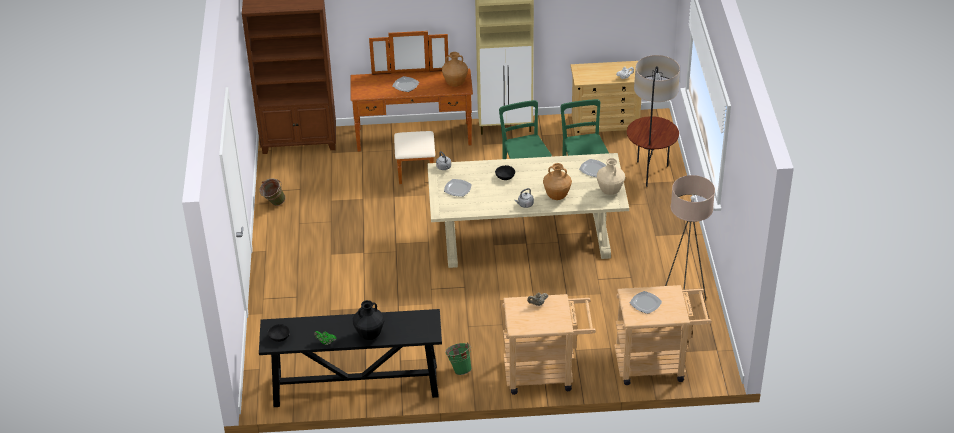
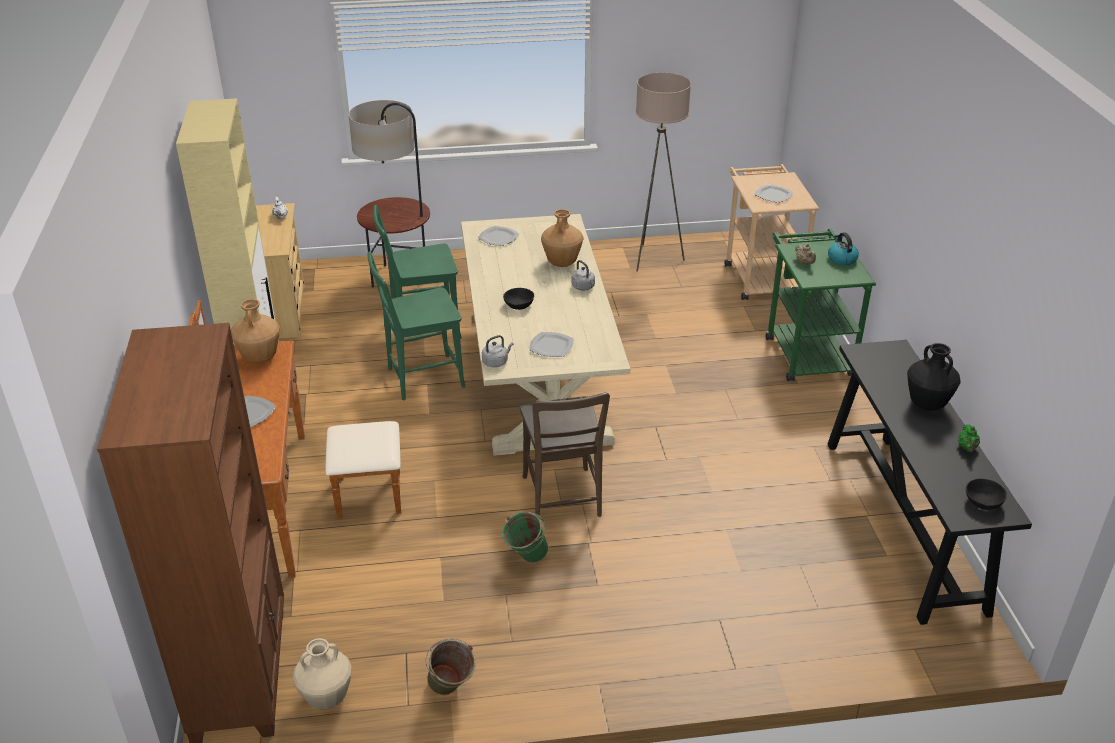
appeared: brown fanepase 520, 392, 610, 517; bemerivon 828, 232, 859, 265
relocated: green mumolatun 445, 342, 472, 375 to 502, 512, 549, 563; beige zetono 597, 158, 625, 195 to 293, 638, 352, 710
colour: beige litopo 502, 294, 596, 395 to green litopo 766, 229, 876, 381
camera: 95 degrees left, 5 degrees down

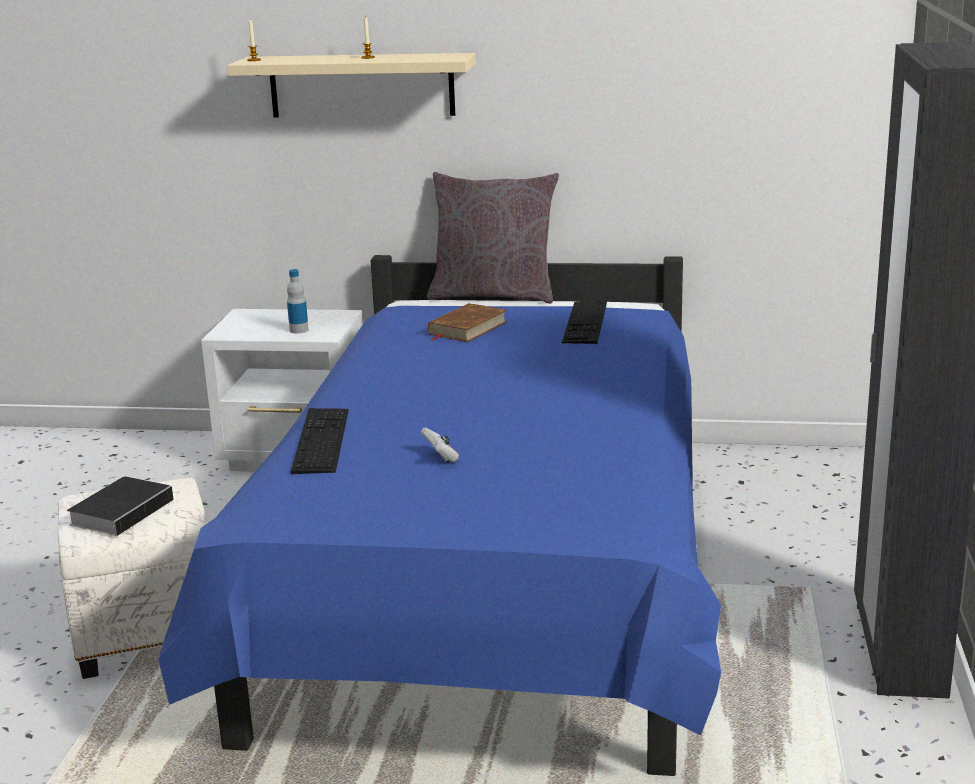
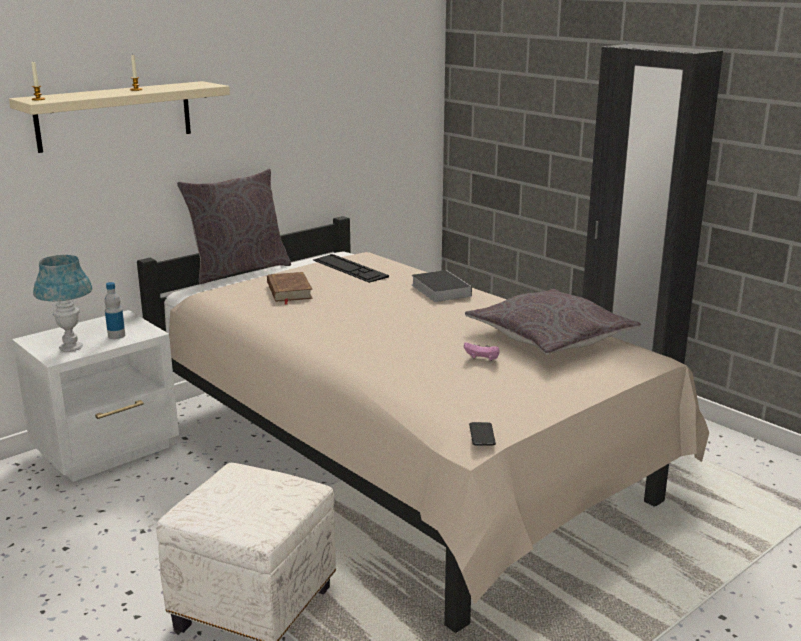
missing: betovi 291, 408, 349, 474
appeared: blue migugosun 33, 255, 92, 352; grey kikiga 465, 289, 641, 355; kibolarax 469, 422, 496, 445
relocated: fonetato 67, 476, 180, 536 to 412, 270, 472, 302
colour: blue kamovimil 158, 255, 721, 776 to beige kamovimil 137, 216, 709, 633; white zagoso 421, 428, 459, 463 to pink zagoso 464, 342, 499, 361
camera: 50 degrees left, 0 degrees up

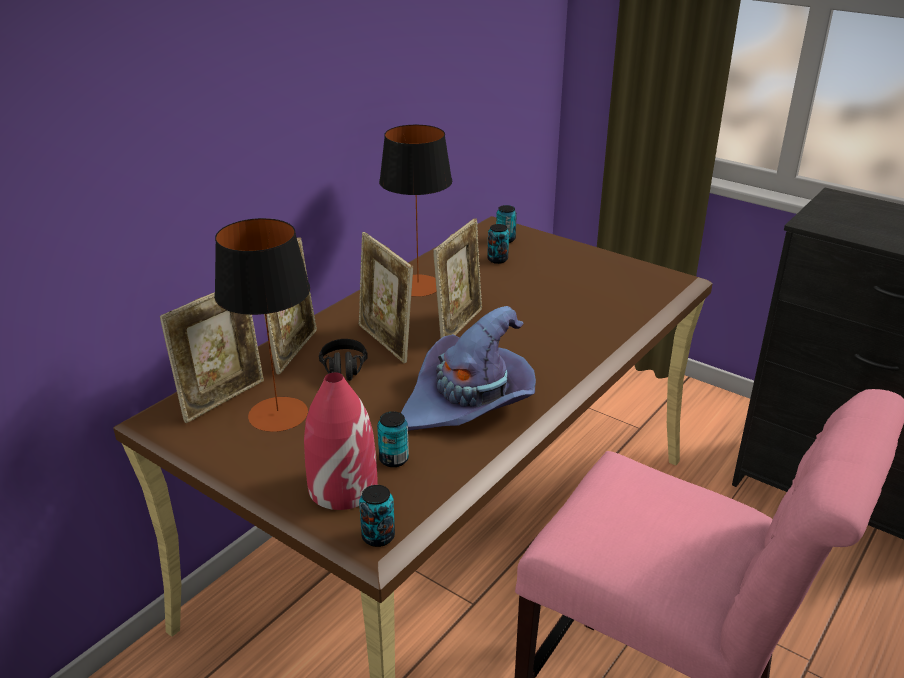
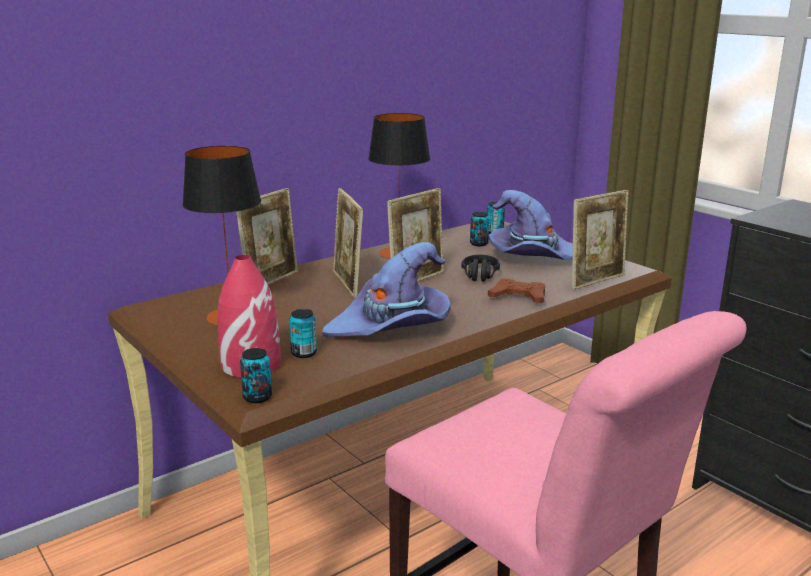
appeared: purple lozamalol 488, 190, 573, 260; brown zagoso 488, 279, 545, 304
relocated: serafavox 160, 292, 264, 423 to 572, 190, 628, 290; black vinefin 319, 339, 368, 381 to 461, 255, 500, 282
camera: 15 degrees right, 10 degrees down

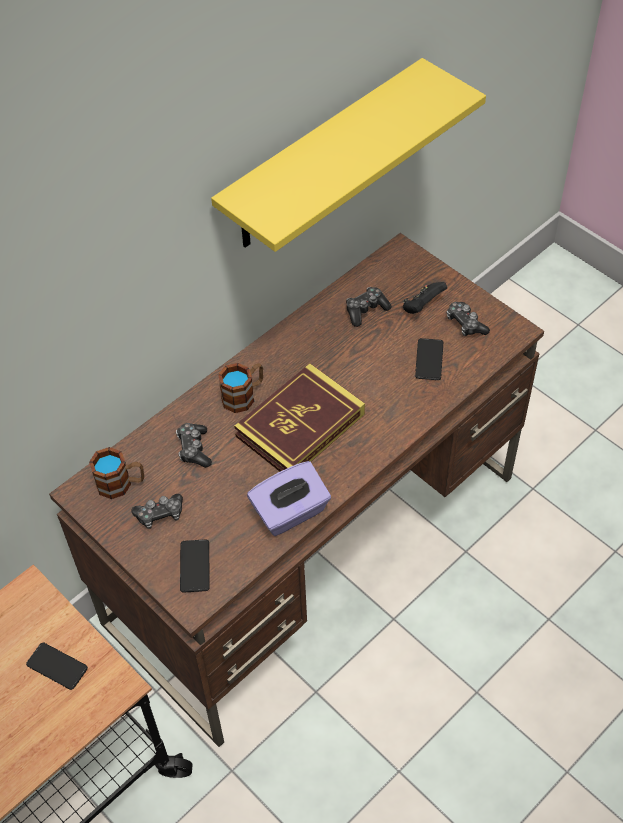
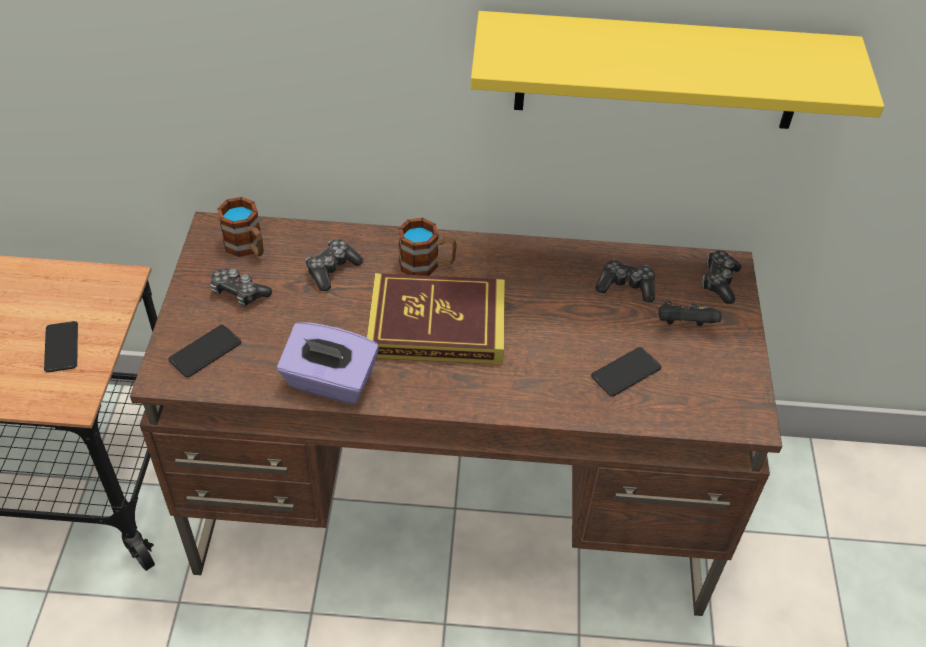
relocated: zagoso 446, 302, 490, 336 to 702, 251, 741, 304
camera: 45 degrees right, 5 degrees down

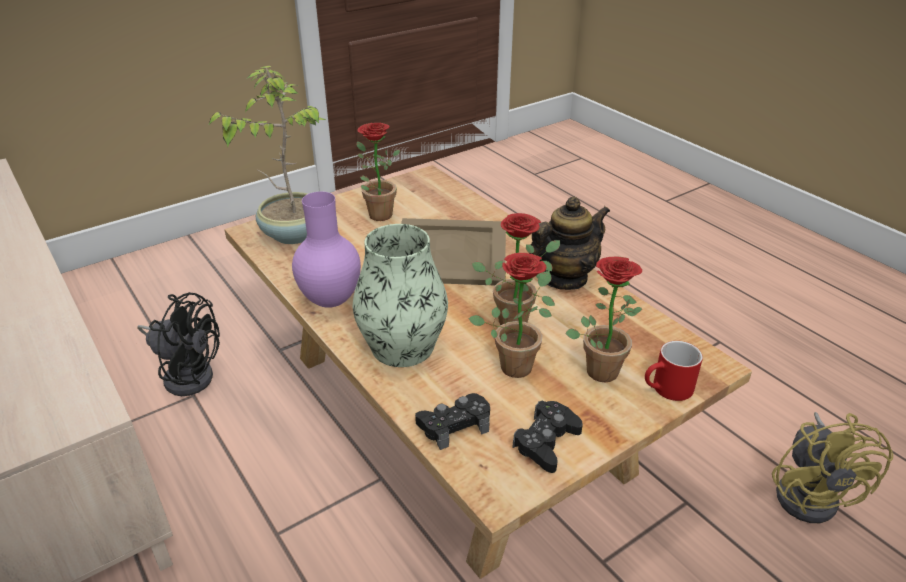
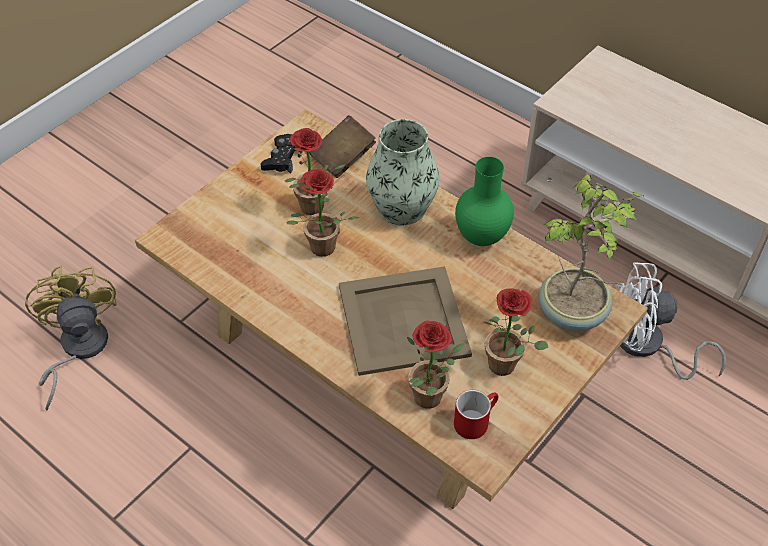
missing: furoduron 529, 197, 610, 290
relocated: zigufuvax 566, 257, 642, 382 to 407, 320, 464, 409; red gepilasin 645, 341, 703, 401 to 454, 390, 499, 439
exchanged: black zagoso 415, 393, 490, 450 to brown fonetato 309, 115, 376, 178
colour: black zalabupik 137, 292, 220, 396 to white zalabupik 616, 262, 726, 380; purple zetono 292, 192, 361, 308 to green zetono 455, 157, 514, 246
camera: 165 degrees right, 15 degrees up

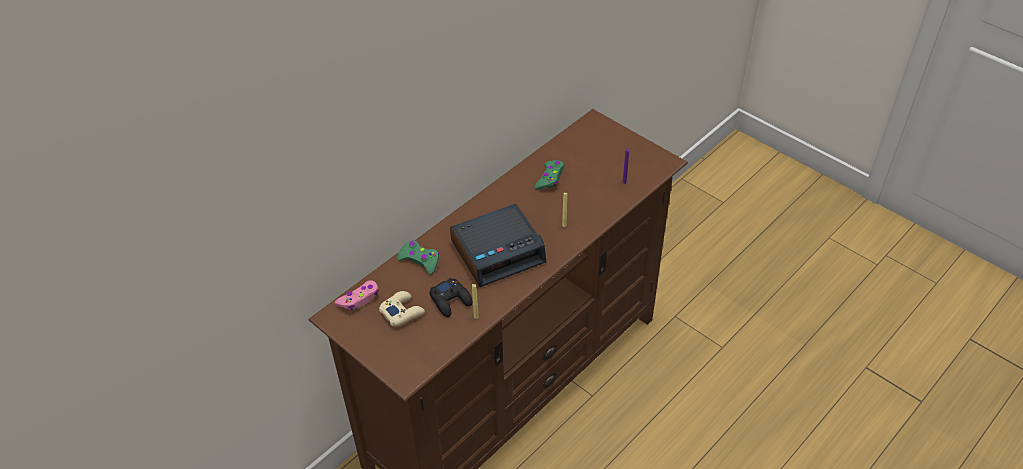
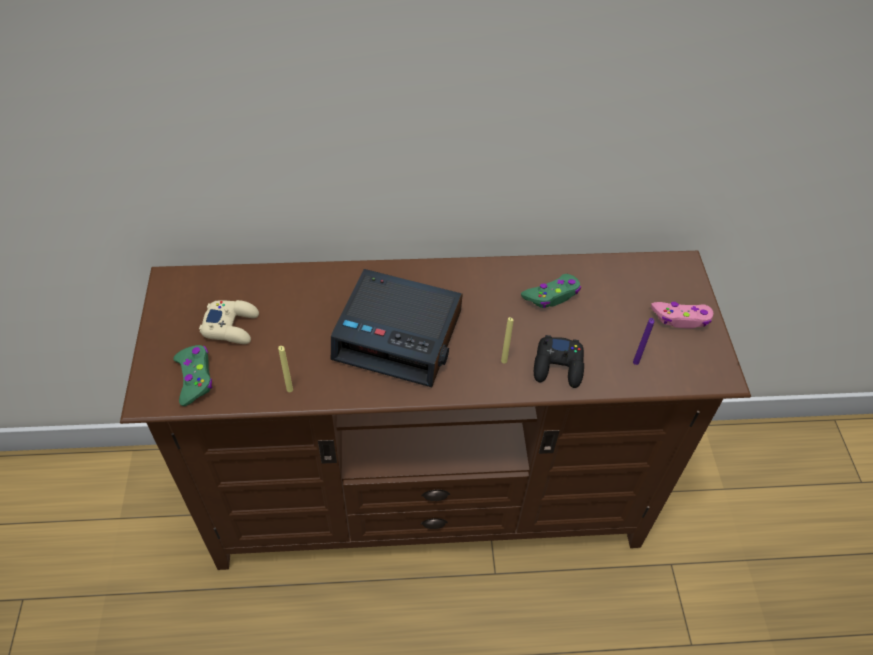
relocated: pink zagoso 335, 280, 379, 310 to 651, 302, 713, 328; green zagoso 397, 240, 439, 275 to 173, 345, 213, 406; black zagoso 429, 278, 472, 317 to 534, 335, 584, 388
camera: 40 degrees right, 5 degrees up

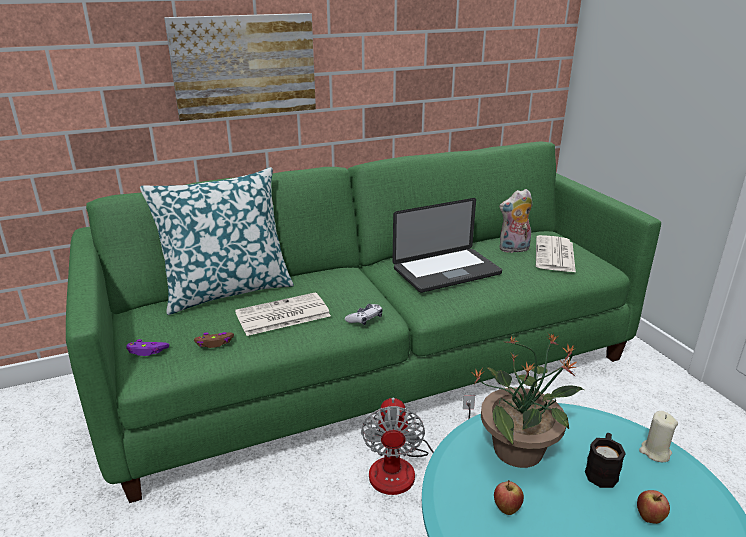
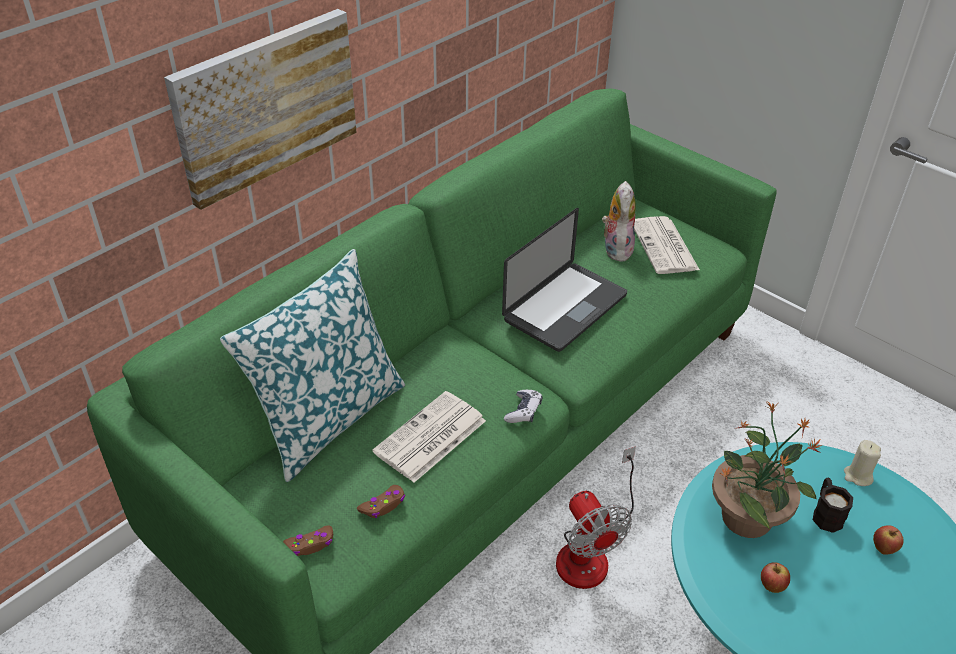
colour: purple zagoso 126, 339, 169, 356 to brown zagoso 283, 525, 333, 556
spun: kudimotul 499, 189, 533, 253 = 602, 181, 636, 262 135 degrees clockwise
camera: 25 degrees left, 15 degrees up

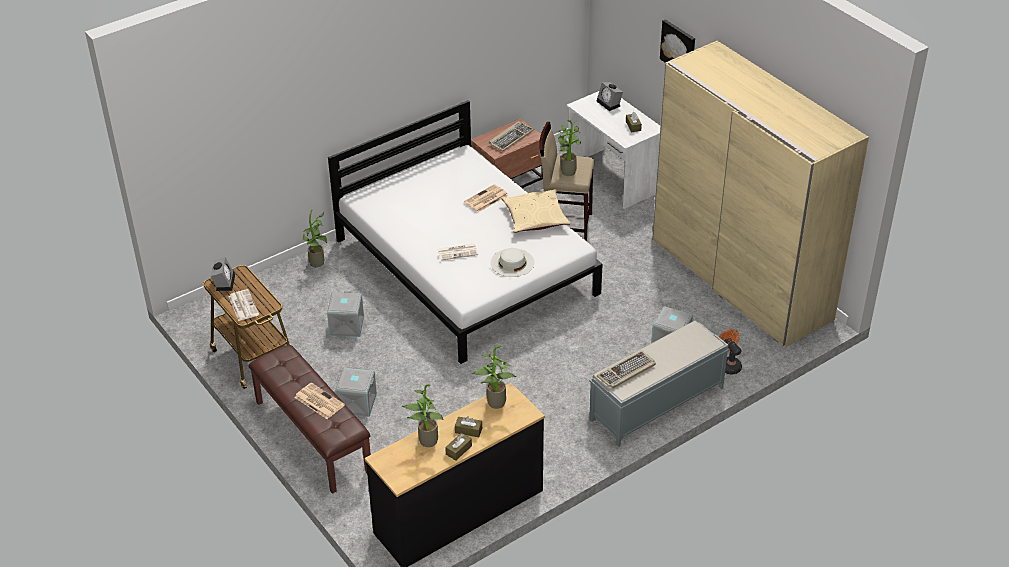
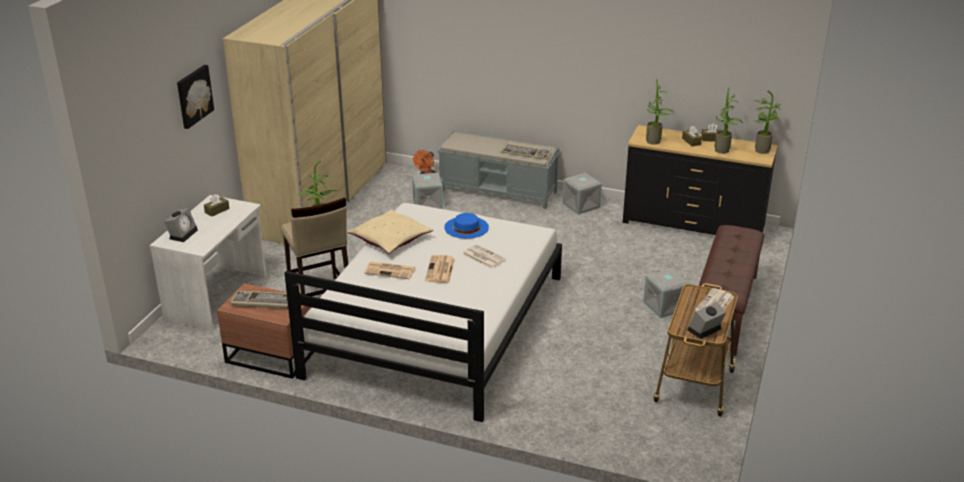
relocated: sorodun 294, 383, 345, 419 to 425, 255, 455, 283; zigufuvax 303, 209, 327, 268 to 752, 90, 780, 154; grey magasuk 327, 291, 364, 337 to 562, 173, 602, 215
colour: white lozamalol 490, 248, 534, 277 to blue lozamalol 444, 213, 489, 239
camera: 125 degrees left, 10 degrees down

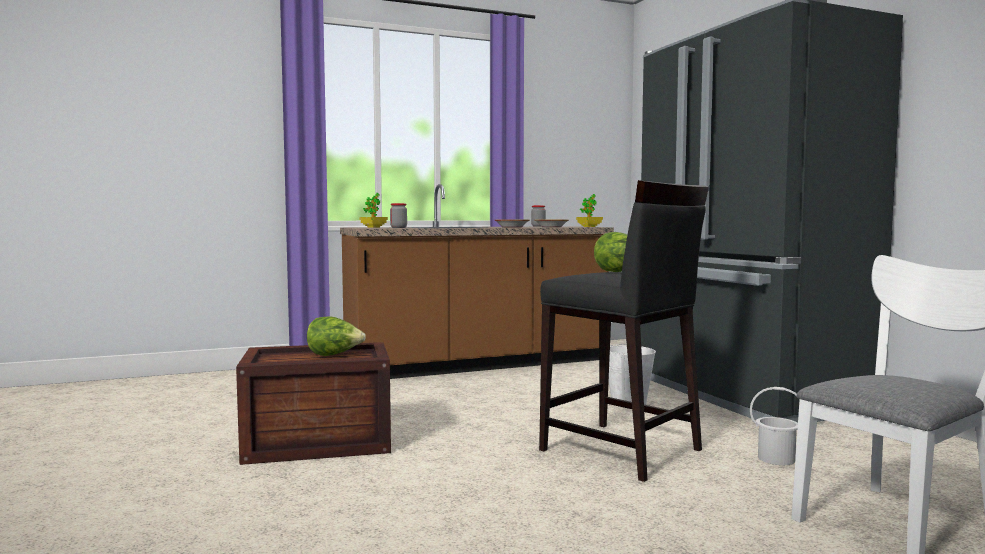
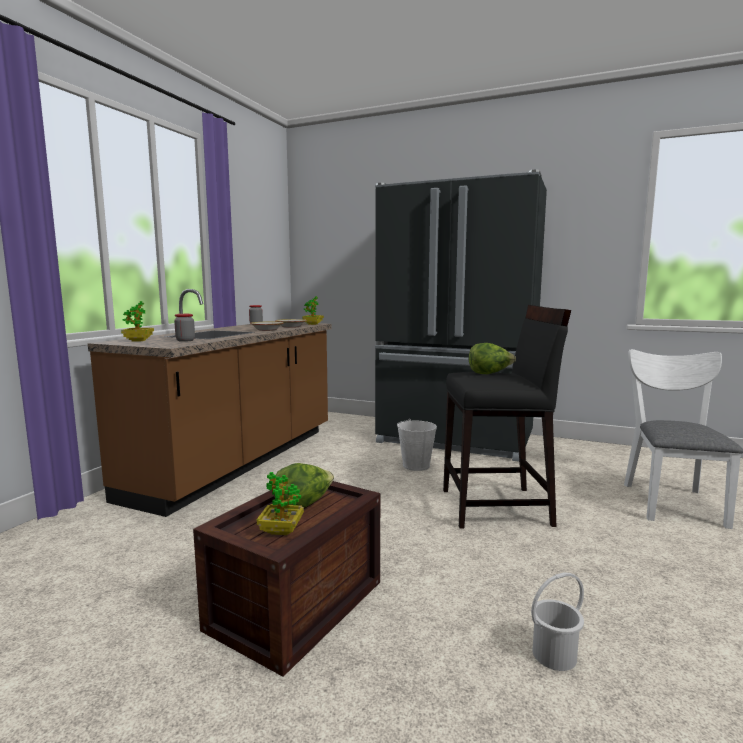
appeared: zigufuvax 257, 472, 304, 535
relocated: white mumolatun 750, 387, 798, 465 to 531, 572, 584, 671
camera: 45 degrees left, 5 degrees up

